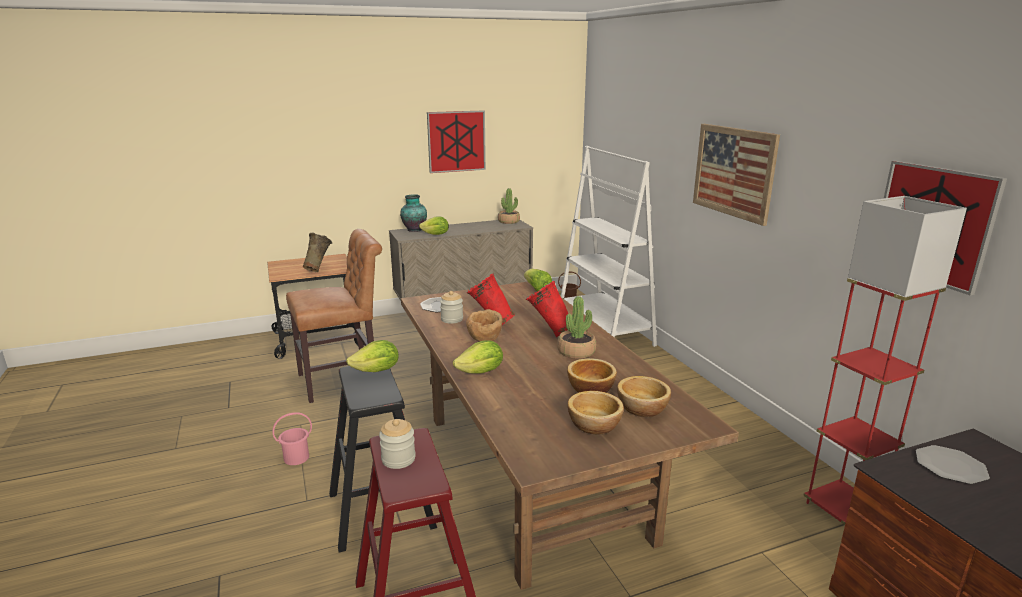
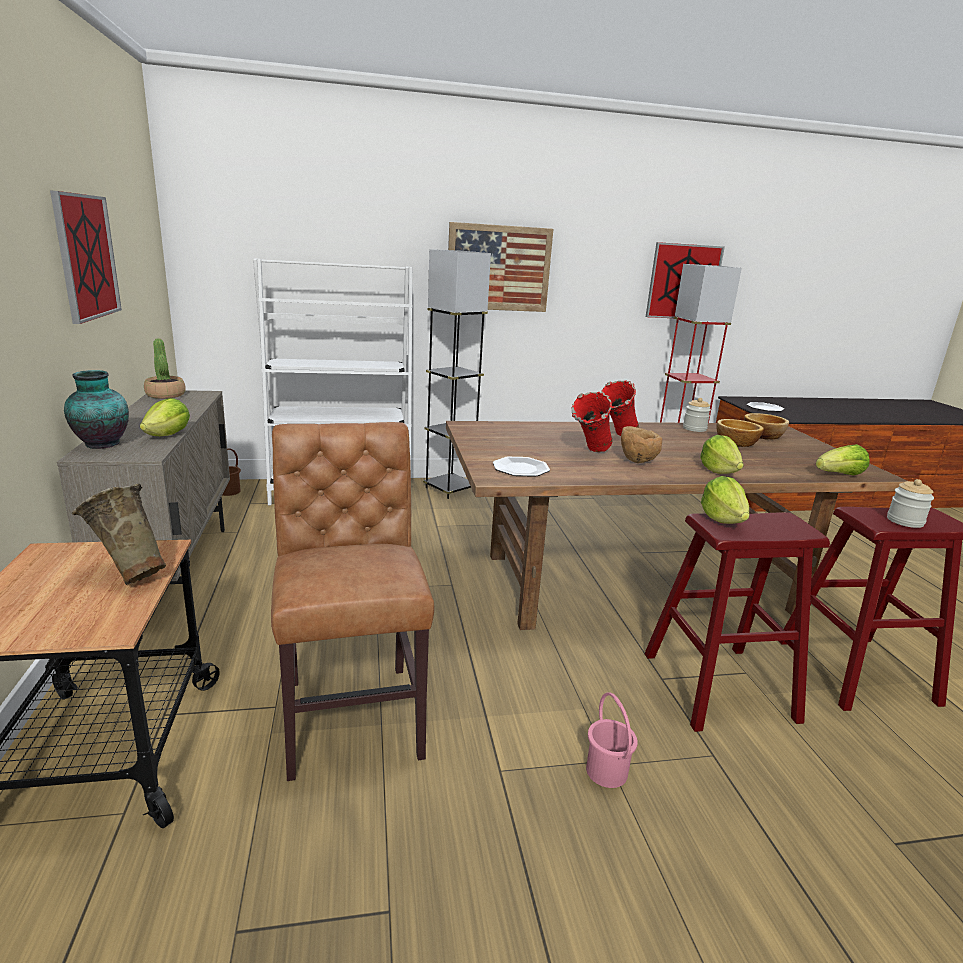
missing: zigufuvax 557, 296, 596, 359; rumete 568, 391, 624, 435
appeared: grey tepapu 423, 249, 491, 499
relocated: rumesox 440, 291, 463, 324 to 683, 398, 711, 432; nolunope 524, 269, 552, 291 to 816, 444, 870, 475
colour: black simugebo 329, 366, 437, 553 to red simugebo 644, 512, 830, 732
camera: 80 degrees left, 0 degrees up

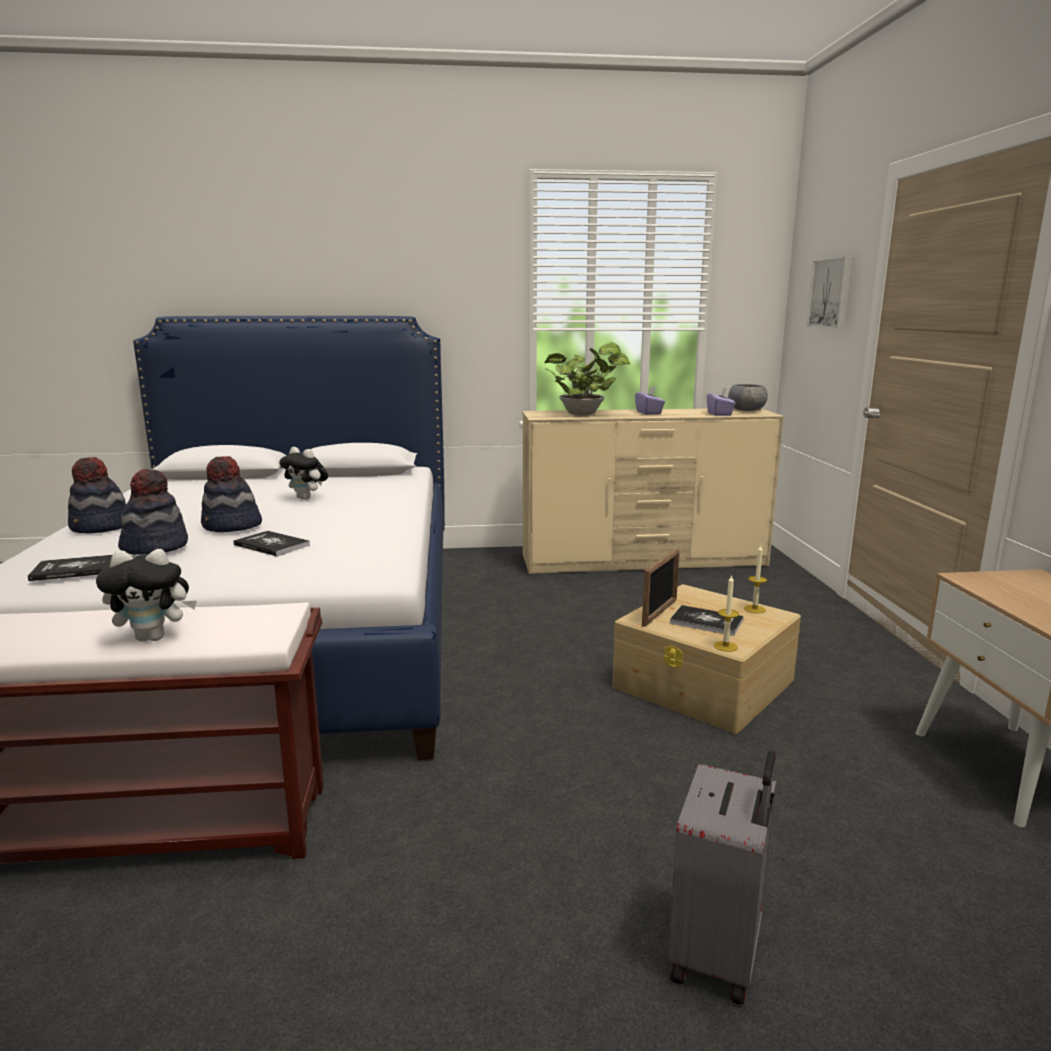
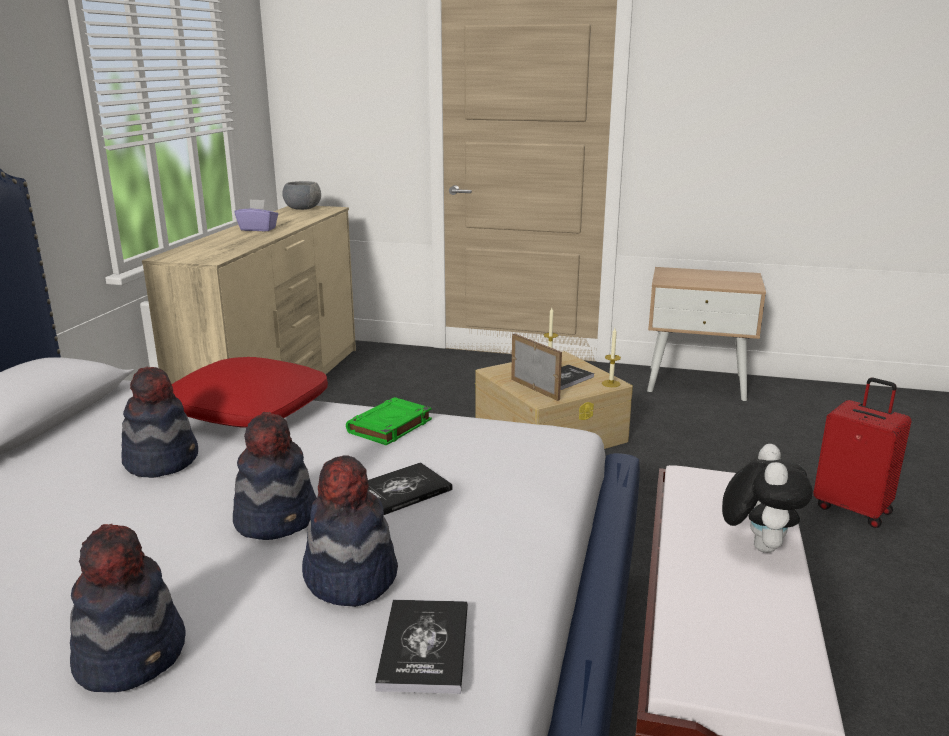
missing: zigufuvax 544, 342, 630, 416; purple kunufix 707, 388, 736, 416; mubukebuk 807, 257, 853, 328
appeared: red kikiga 172, 357, 328, 428; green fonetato 346, 397, 432, 445
exchanged: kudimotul 279, 447, 328, 500 to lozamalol 121, 367, 198, 478
colour: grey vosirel 668, 751, 776, 1005 to red vosirel 813, 378, 912, 528
camera: 70 degrees left, 5 degrees up

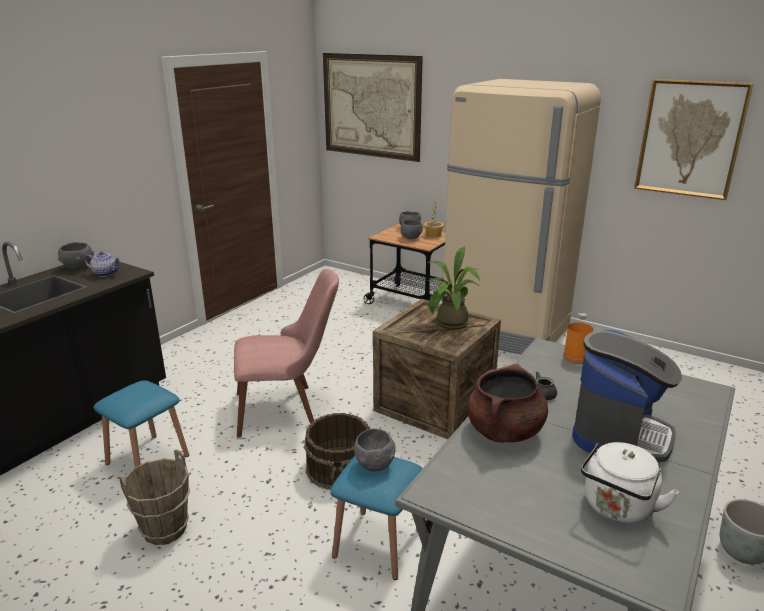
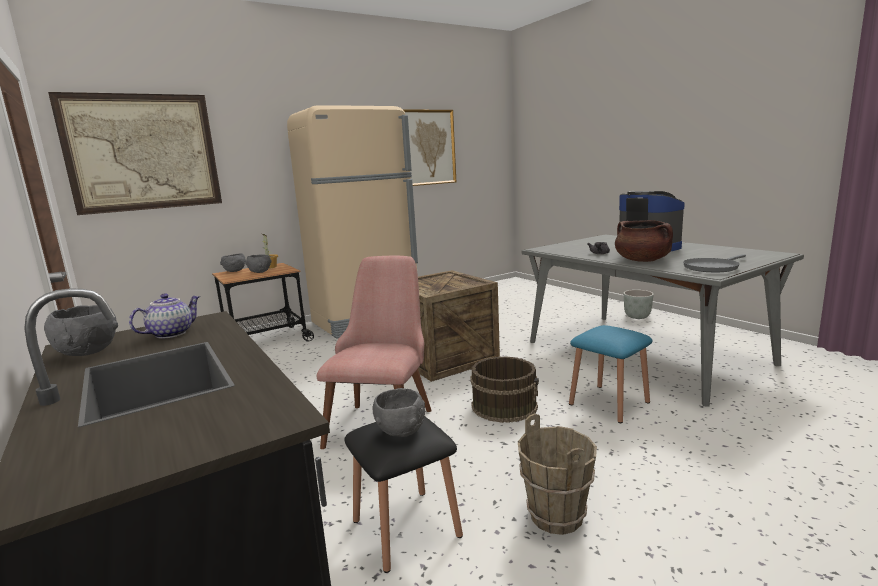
missing: zigufuvax 427, 247, 480, 330; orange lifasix 563, 313, 594, 364; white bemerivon 581, 442, 679, 524
appeared: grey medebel 683, 254, 746, 272
relocated: grey rumete 354, 429, 395, 472 to 373, 388, 425, 437
colour: blue simugebo 94, 380, 189, 467 to black simugebo 344, 416, 463, 573
camera: 65 degrees left, 10 degrees down

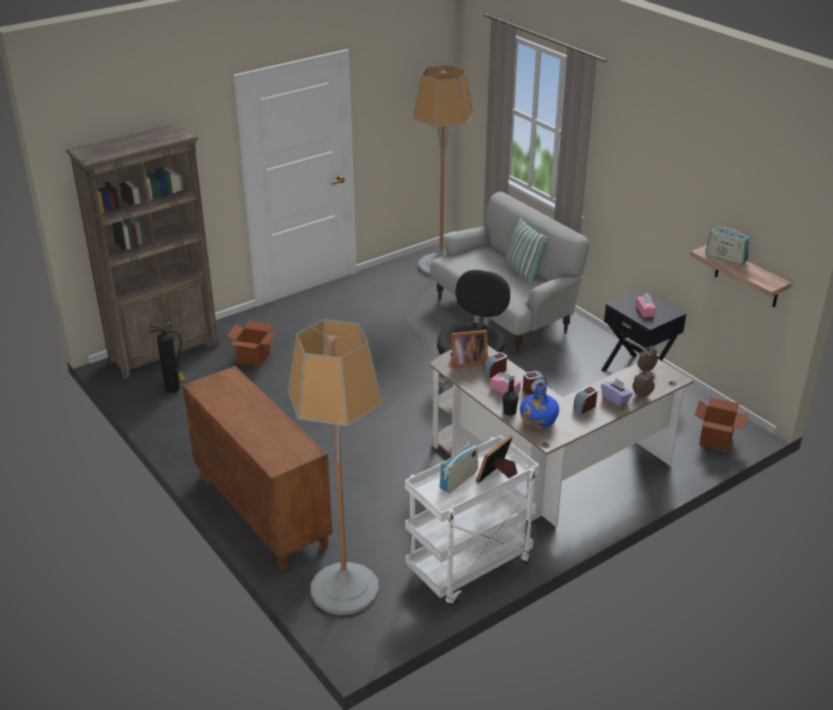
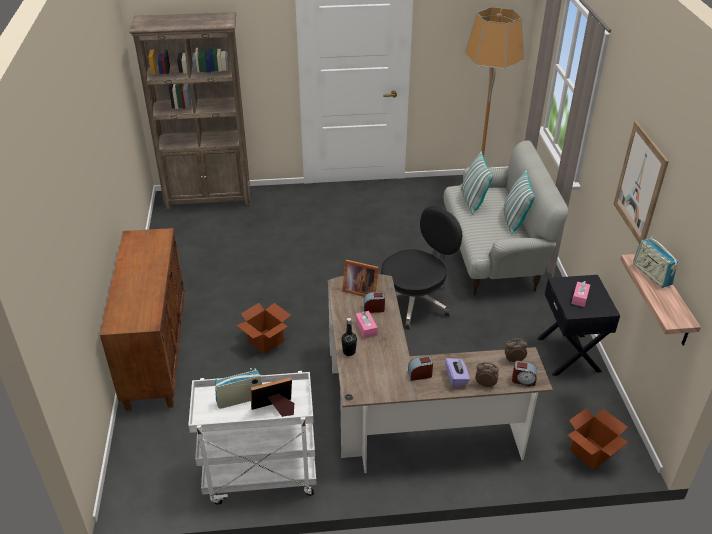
missing: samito 149, 326, 185, 393; tepapu 288, 319, 383, 615; blue lifasix 520, 382, 559, 429
appeared: kikiga 461, 151, 493, 215; mubukebuk 614, 121, 669, 244
relocated: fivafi 227, 321, 277, 367 to 236, 303, 291, 354; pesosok 523, 371, 547, 395 to 512, 361, 537, 386
camera: 30 degrees right, 5 degrees up

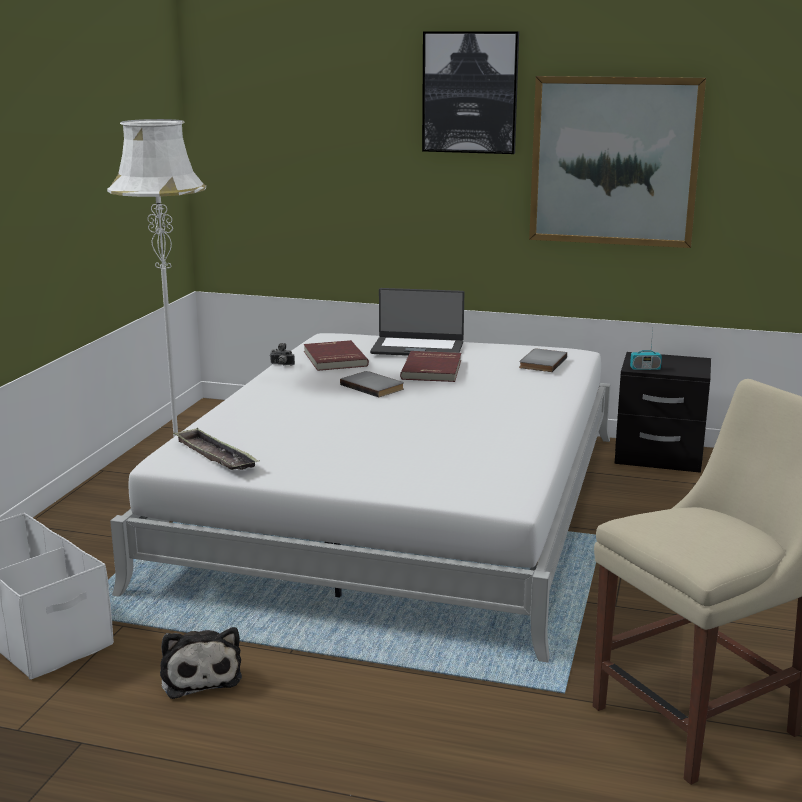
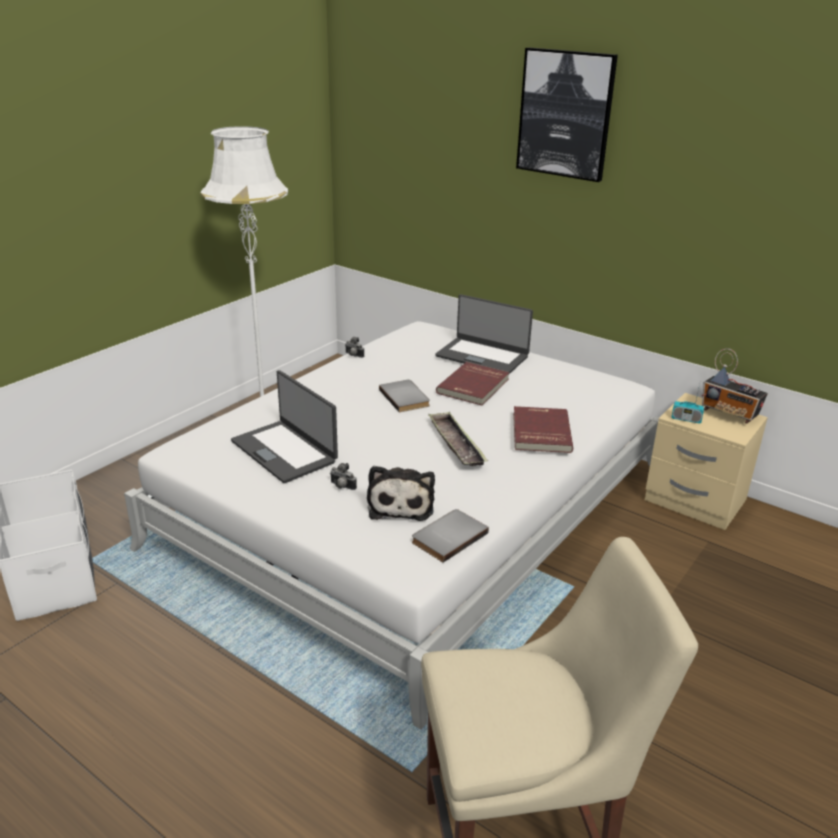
missing: mubukebuk 529, 76, 706, 248
appeared: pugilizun 231, 370, 338, 483; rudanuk 331, 463, 357, 490; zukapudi 702, 348, 768, 424
relocated: kudimotul 160, 627, 242, 699 to 367, 466, 435, 521; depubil 173, 428, 260, 470 to 428, 412, 488, 466; red fonetato 304, 340, 369, 371 to 513, 406, 573, 453; grey fonetato 519, 348, 567, 372 to 412, 509, 489, 563
colour: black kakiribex 615, 352, 711, 473 to beige kakiribex 645, 393, 768, 530
camera: 20 degrees right, 10 degrees up

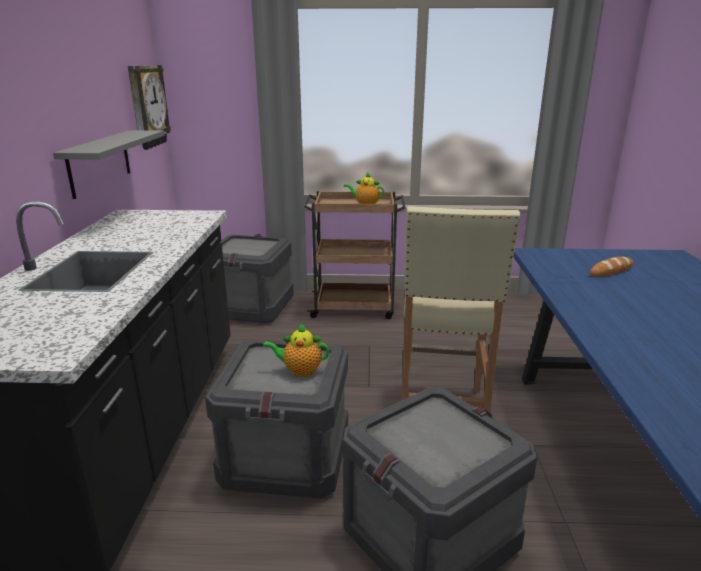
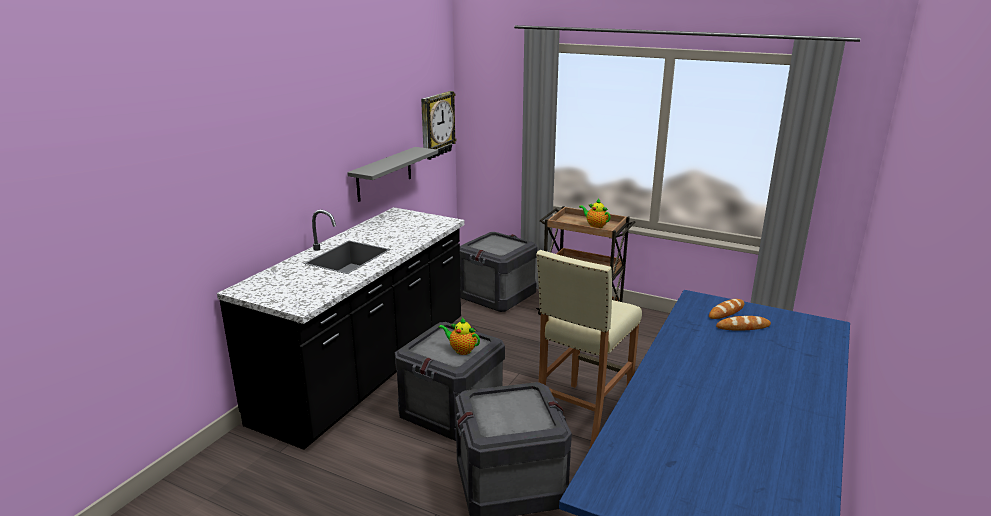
appeared: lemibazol 709, 299, 745, 319
camera: 25 degrees right, 0 degrees up

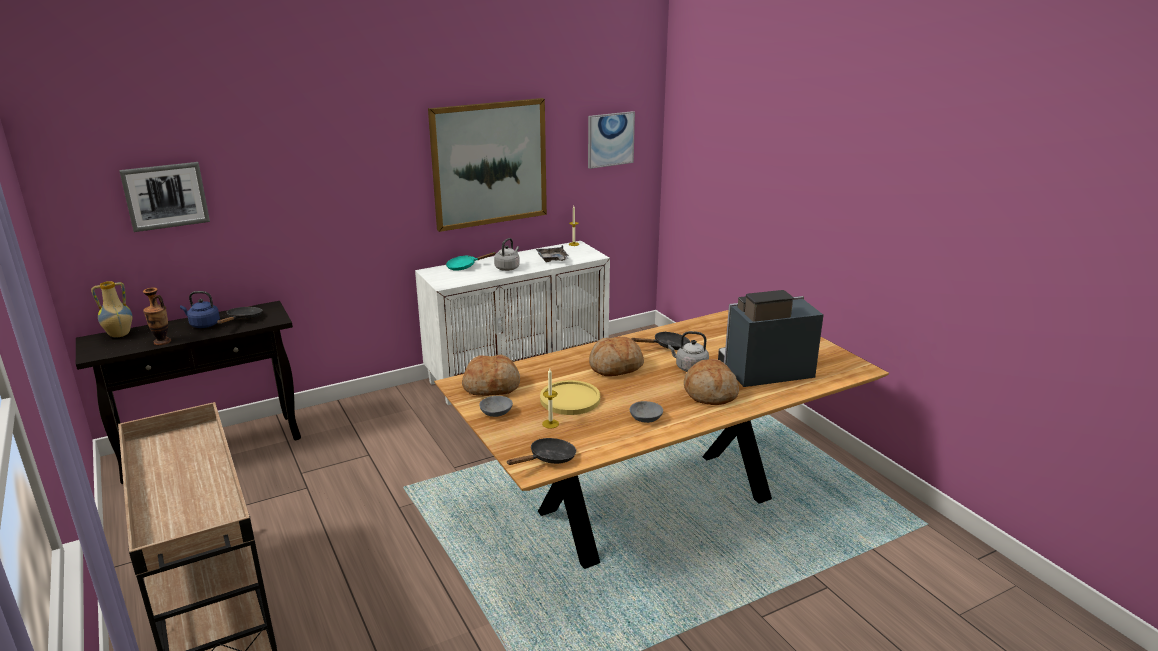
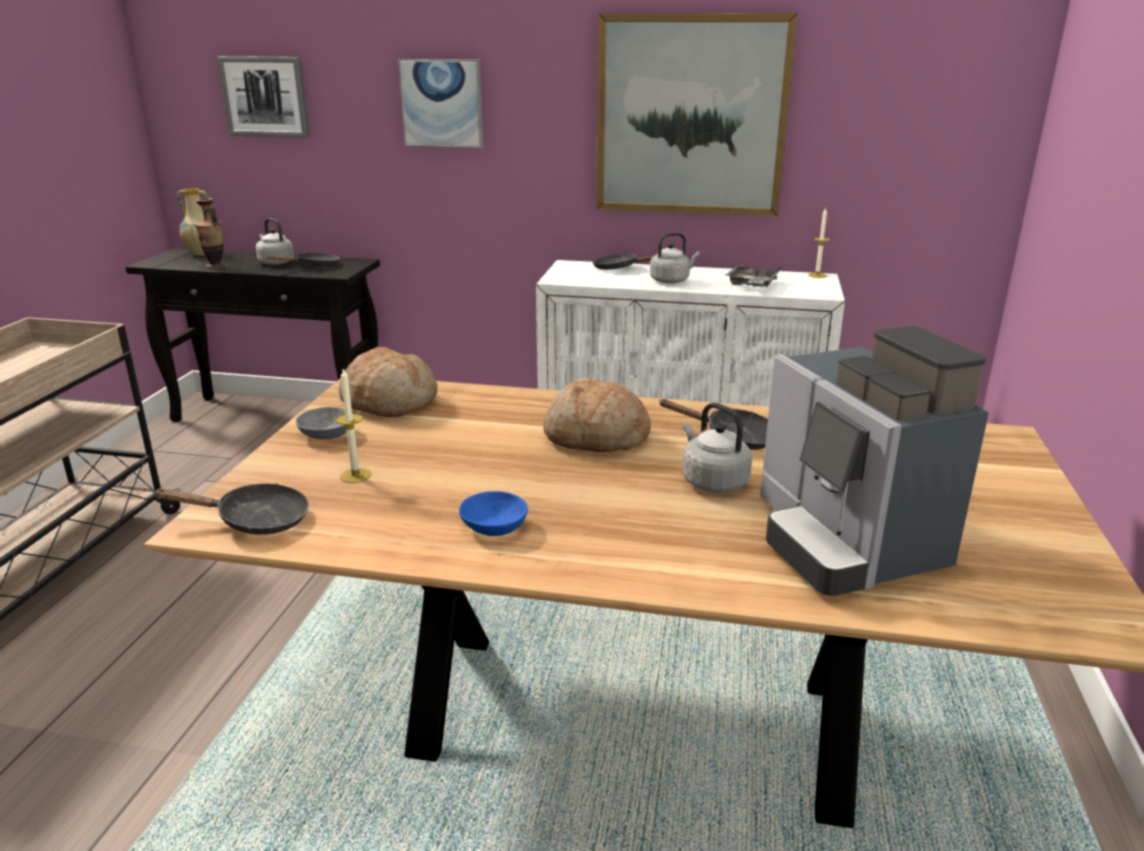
missing: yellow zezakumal 540, 380, 600, 415; lemibazol 684, 359, 739, 405
relocated: mubukebuk 588, 111, 635, 169 to 398, 59, 483, 148
colour: blue bemerivon 180, 291, 220, 328 to grey bemerivon 256, 218, 294, 265; turquoise medebel 446, 252, 496, 271 to black medebel 593, 254, 654, 270; grey rumete 629, 401, 663, 423 to blue rumete 459, 491, 528, 536
spun: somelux 718, 290, 824, 387 = 760, 326, 989, 596 135 degrees counterclockwise
camera: 40 degrees right, 0 degrees up

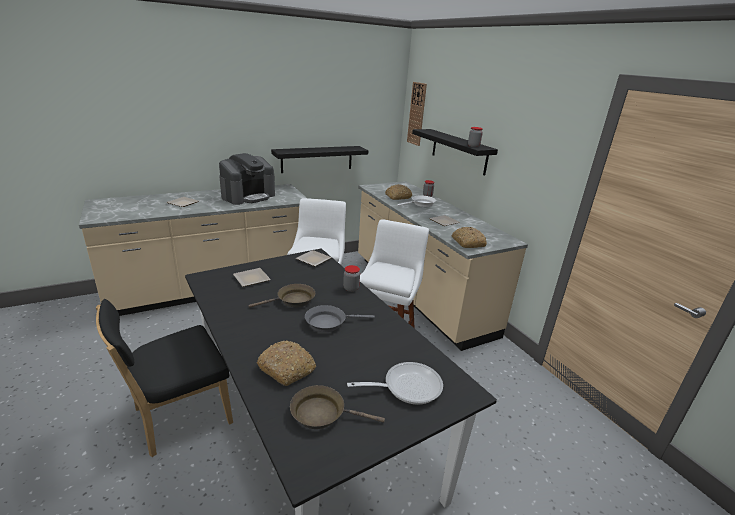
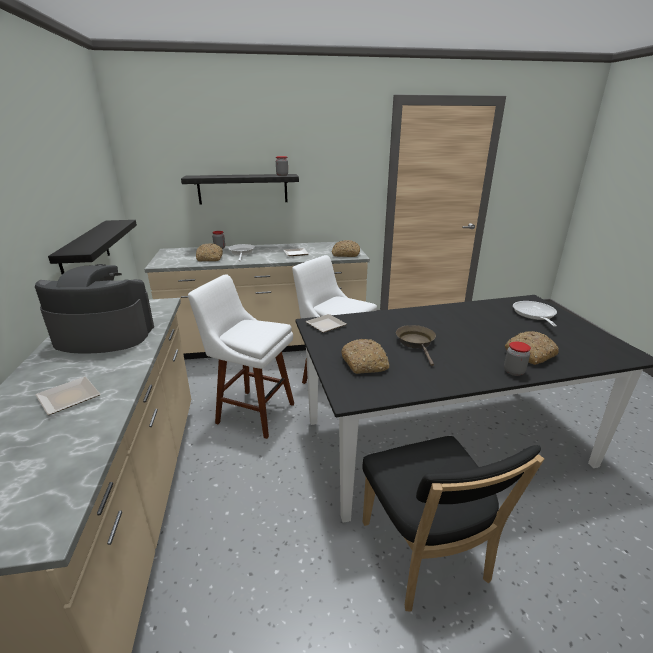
missing: brown medebel 290, 385, 385, 429; grey medebel 305, 305, 375, 332; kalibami 407, 82, 427, 146
relocated: rumesox 343, 265, 360, 292 to 504, 342, 531, 376
exchanged: zezakumal 233, 268, 271, 287 to lemibazol 341, 339, 390, 374
spun: somelux 219, 153, 275, 205 = 35, 264, 154, 353 60 degrees counterclockwise
camera: 70 degrees left, 0 degrees up

